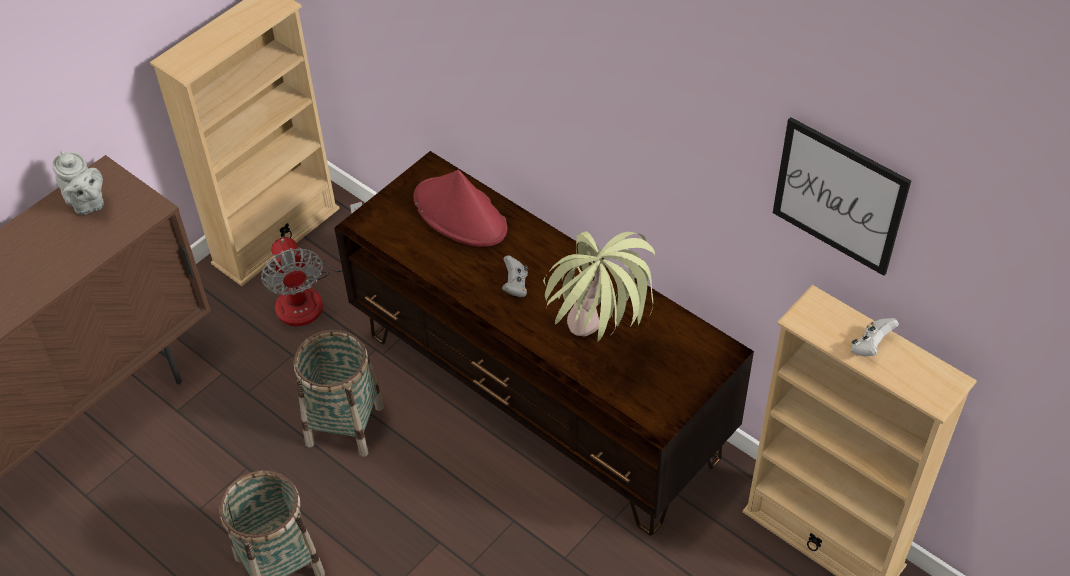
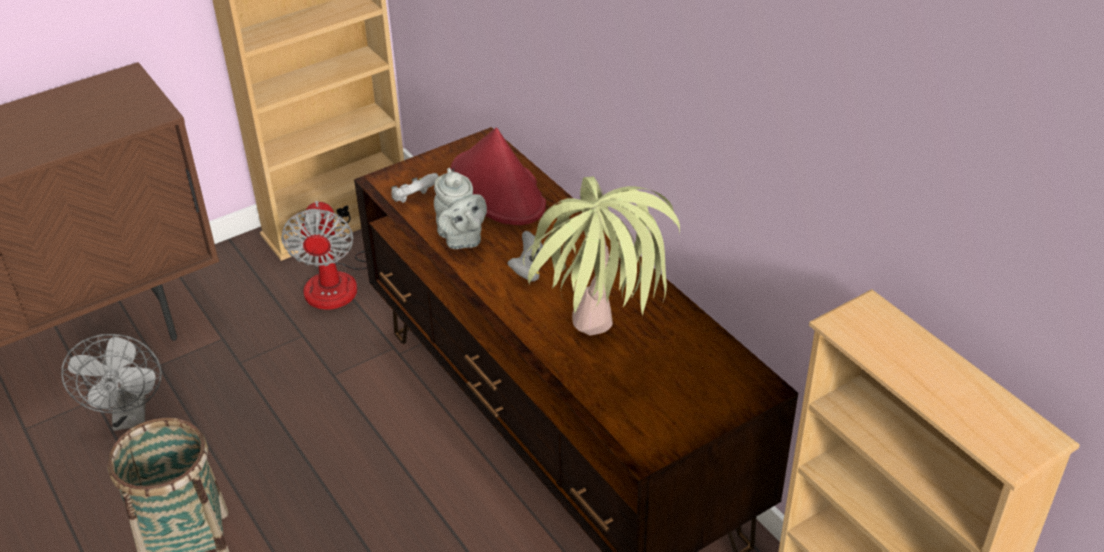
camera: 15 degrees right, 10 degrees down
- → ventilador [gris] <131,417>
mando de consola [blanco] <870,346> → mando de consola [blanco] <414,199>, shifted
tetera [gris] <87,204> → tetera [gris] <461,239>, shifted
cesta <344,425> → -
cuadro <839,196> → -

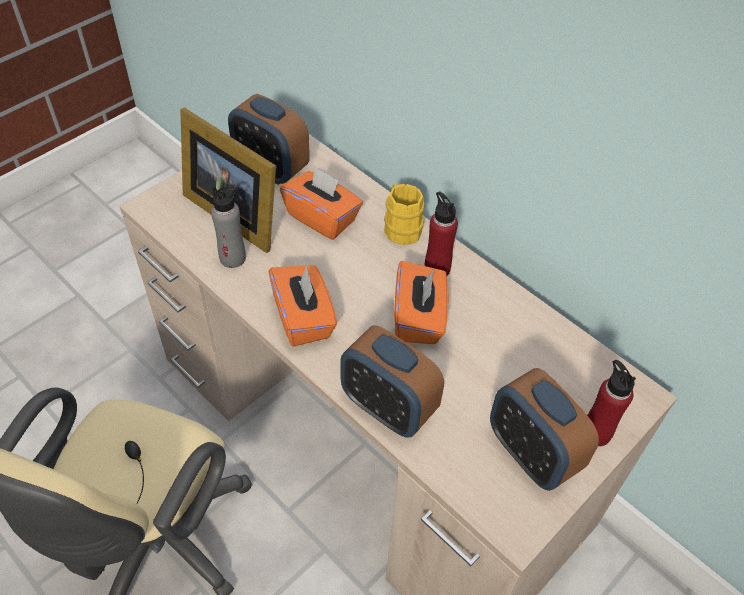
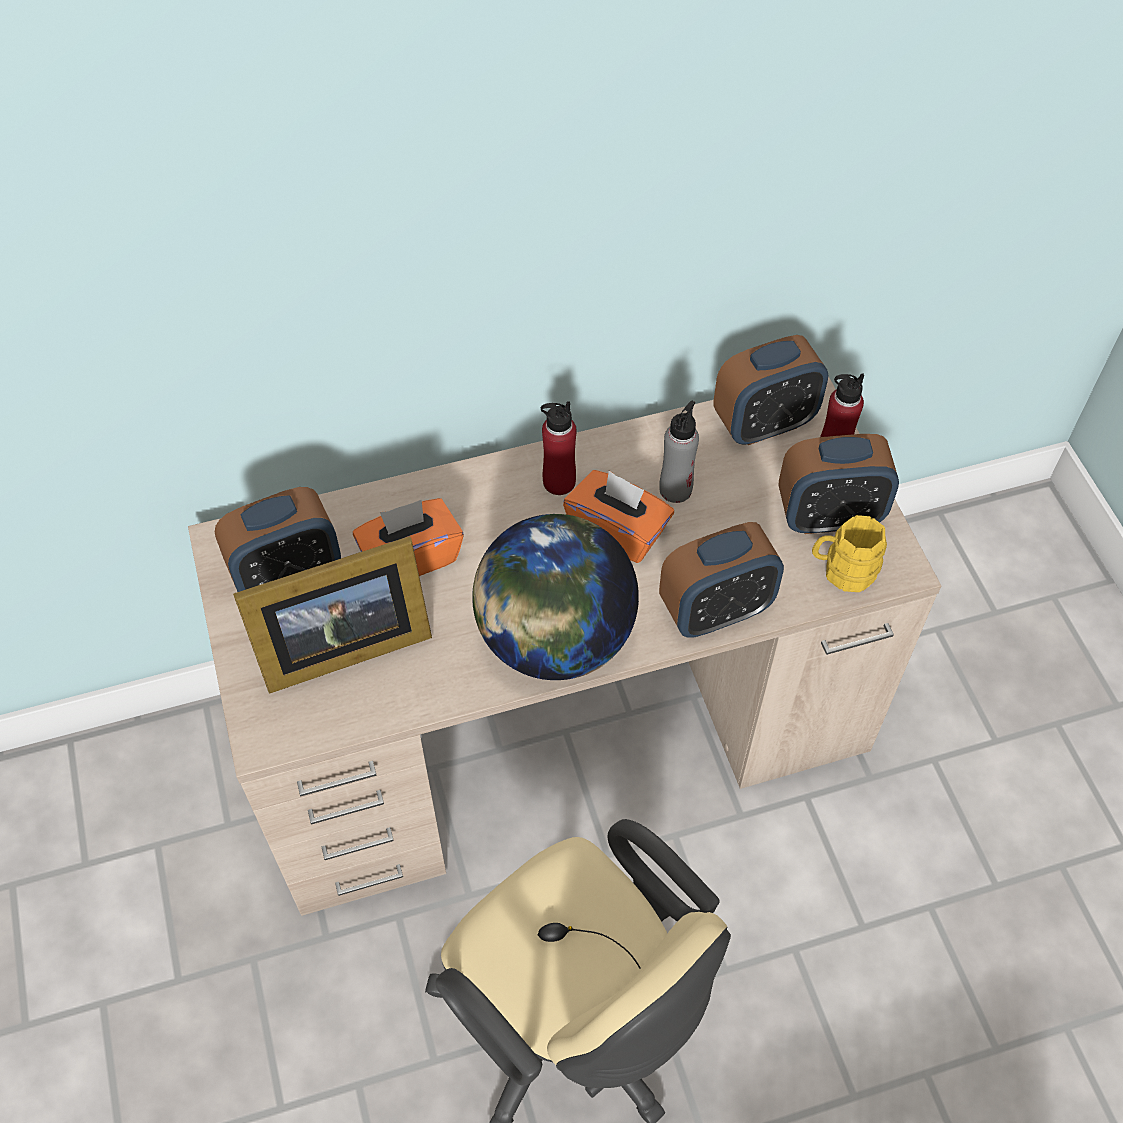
camera: 60 degrees left, 5 degrees up
caja de pañuelos [naranja] <304,318> → globo terráqueo <554,639>
botella [gris] <233,258> → botella [gris] <675,489>, shifted
- → despertador <764,424>
taza grande [amarillo] <400,227> → taza grande [amarillo] <842,570>, shifted

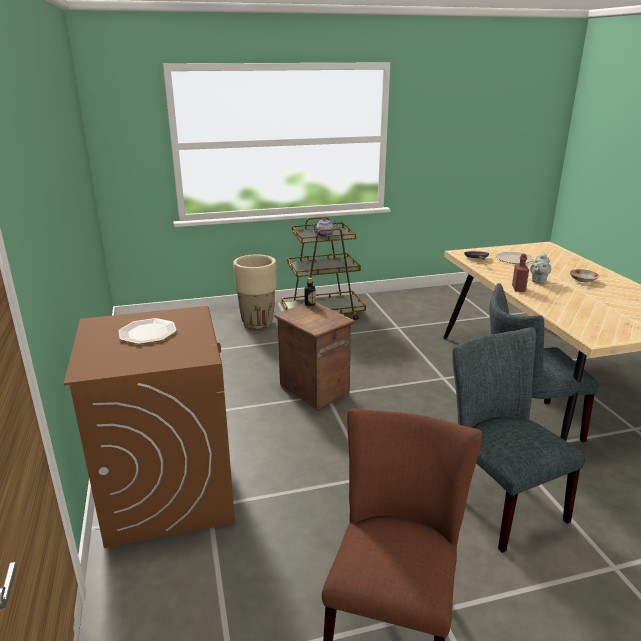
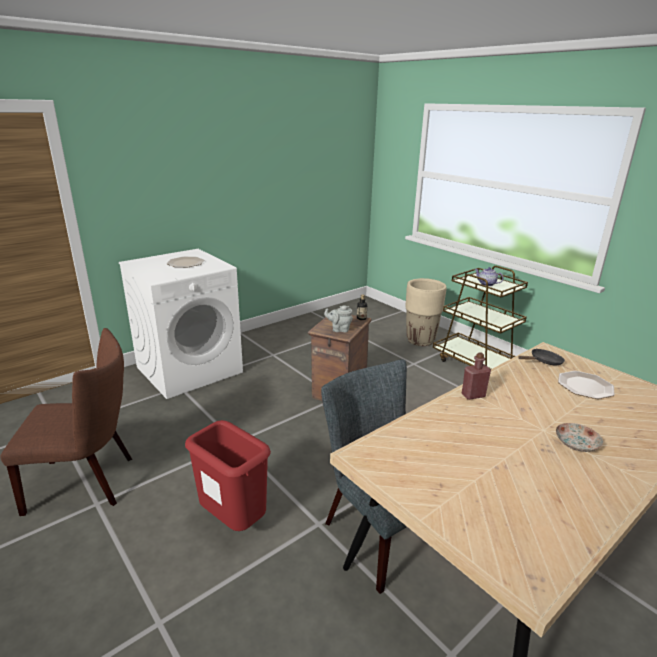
camera: 65 degrees right, 0 degrees up
lavadora [marrón] <168,490> → lavadora [blanco] <190,369>
silla [gris] <496,500> → papelera [rojo] <234,522>
tetera [gris] <538,281> → tetera [gris] <339,329>, shifted

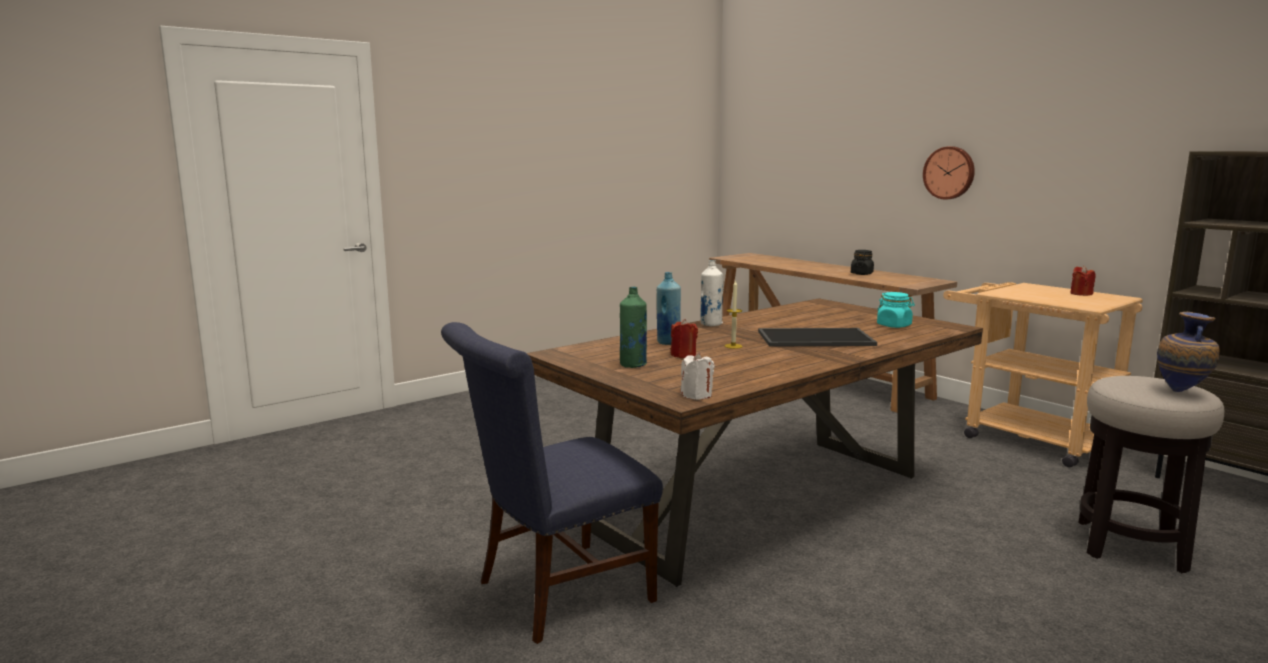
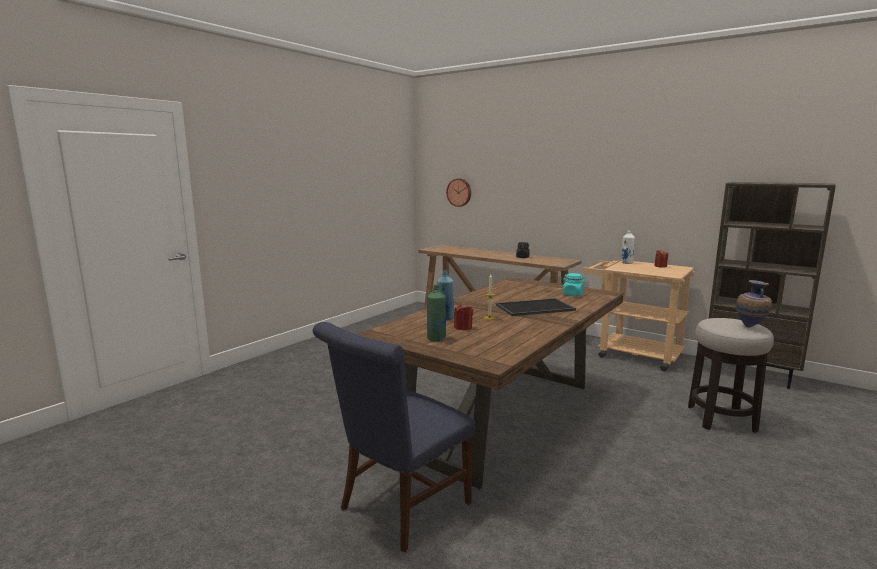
camera: 15 degrees left, 0 degrees up
reloj de pared <949,173> → reloj de pared <459,192>, shifted
botella [blanco] <711,324> → botella [blanco] <626,263>, shifted
vela [blanco] <696,395> → -

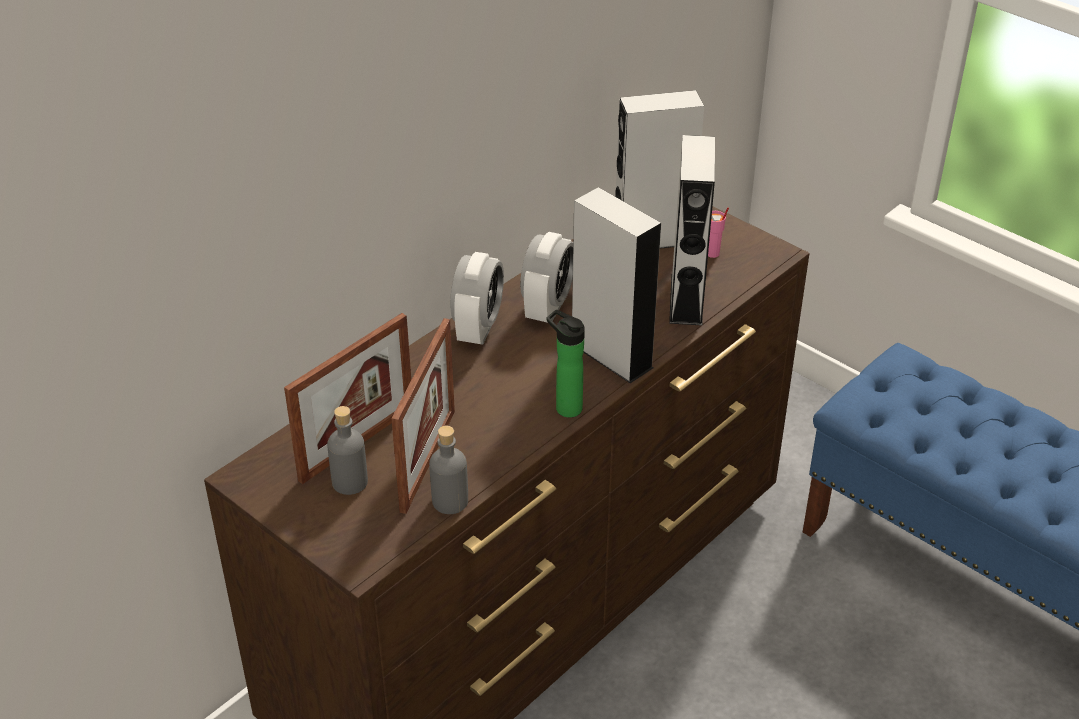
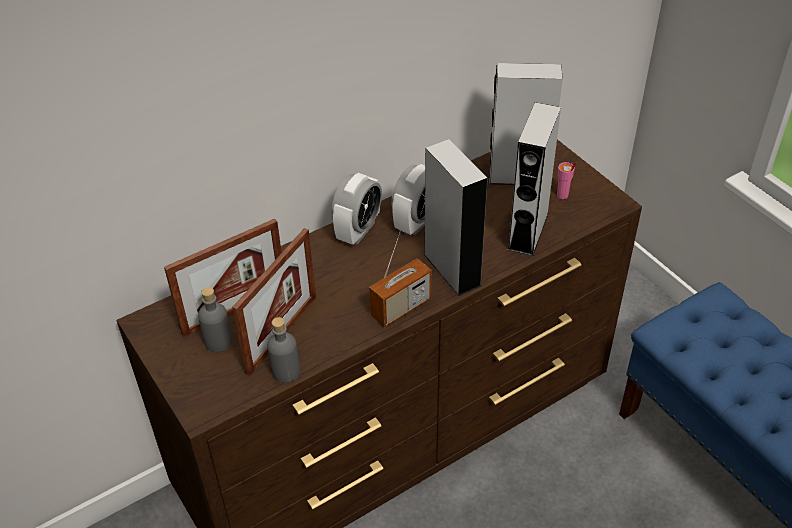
camera: 15 degrees right, 5 degrees up
botella <565,407> → radio <401,308>

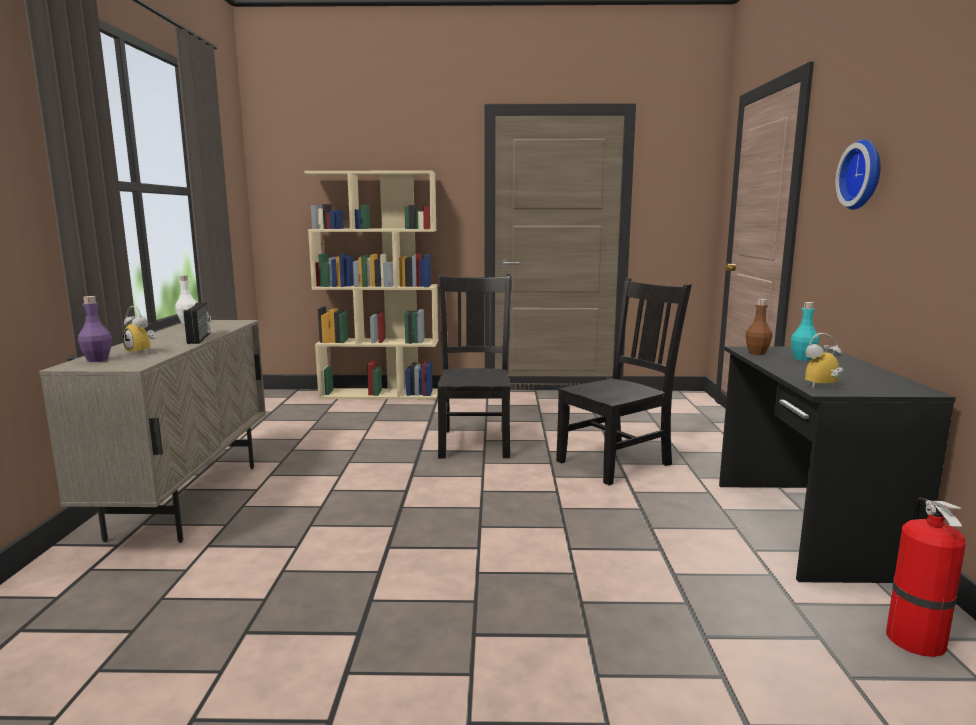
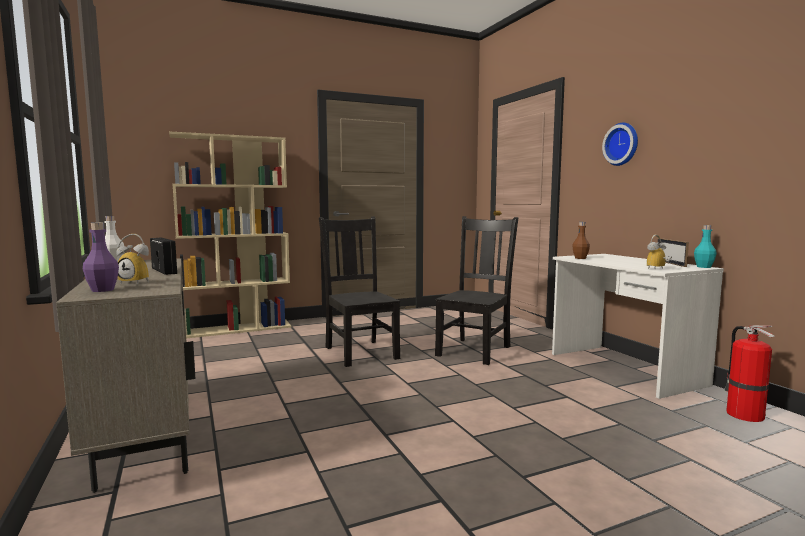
camera: 25 degrees left, 5 degrees down
escritorio [negro] <803,527> → escritorio [blanco] <623,369>
- → portarretratos <670,263>
botella [turquesa] <802,358> → botella [turquesa] <703,267>, shifted

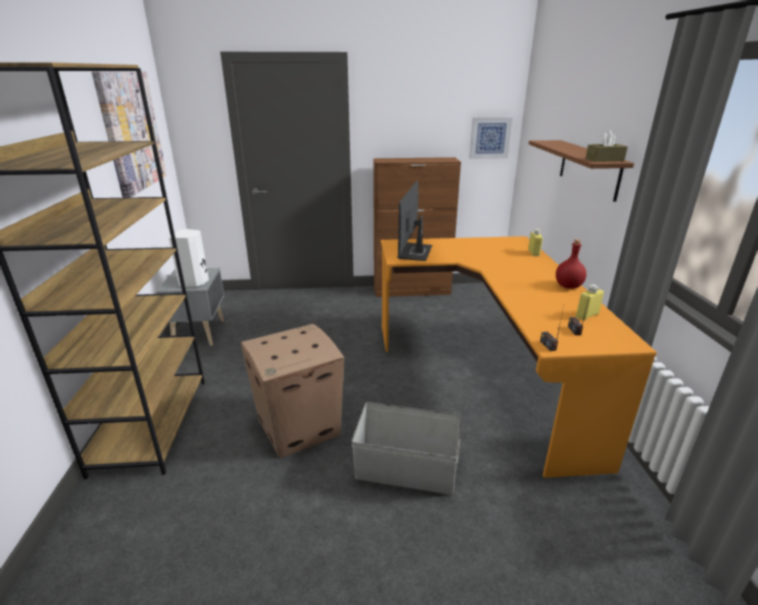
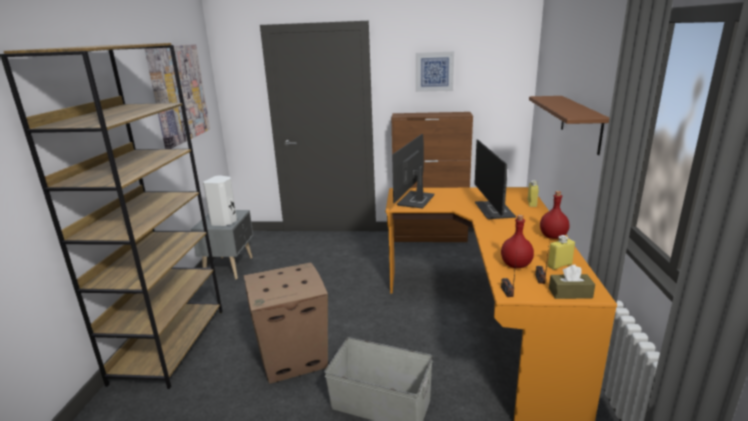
camera: 10 degrees right, 5 degrees down
cuadro <490,137> → cuadro <434,71>, shifted
- → monitor <495,211>
- → botella [rojo] <515,265>
caja de pañuelos [marrón] <604,160> → caja de pañuelos [marrón] <570,293>, shifted

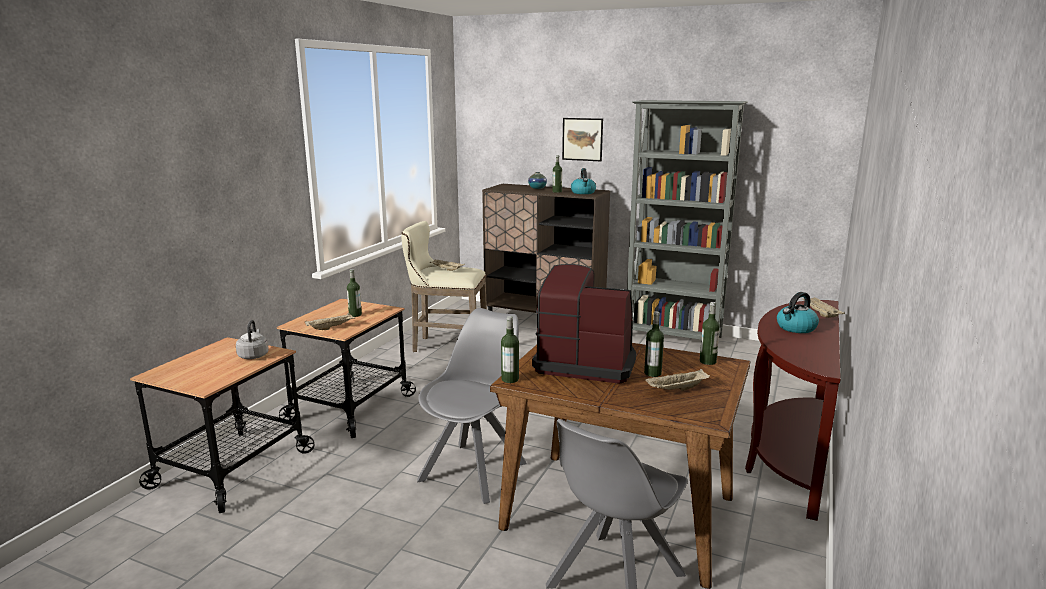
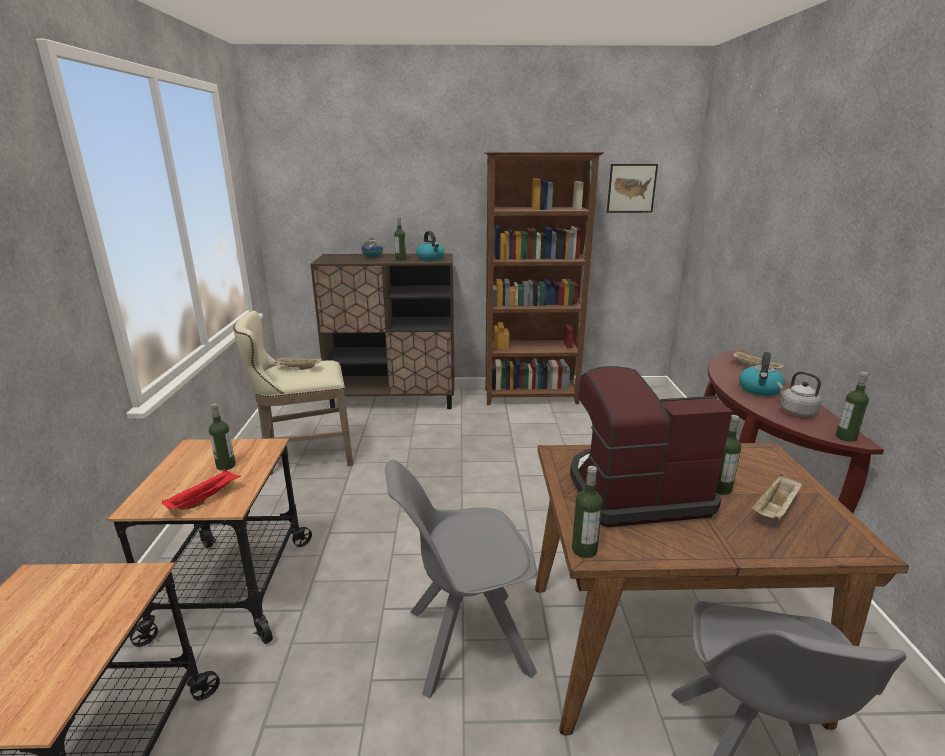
camera: 25 degrees left, 5 degrees up
bandeja [beis] <331,328> → bandeja [rojo] <205,499>
silla [gris] <475,470> → silla [gris] <465,641>, 105 degrees counterclockwise
estantería [gris] <673,337> → estantería [marrón] <531,397>
cuadro <582,139> → cuadro <631,188>, shifted
hervidor [gris] <254,355> → hervidor [gris] <795,411>, shifted
botella <707,361> → botella <845,437>, shifted

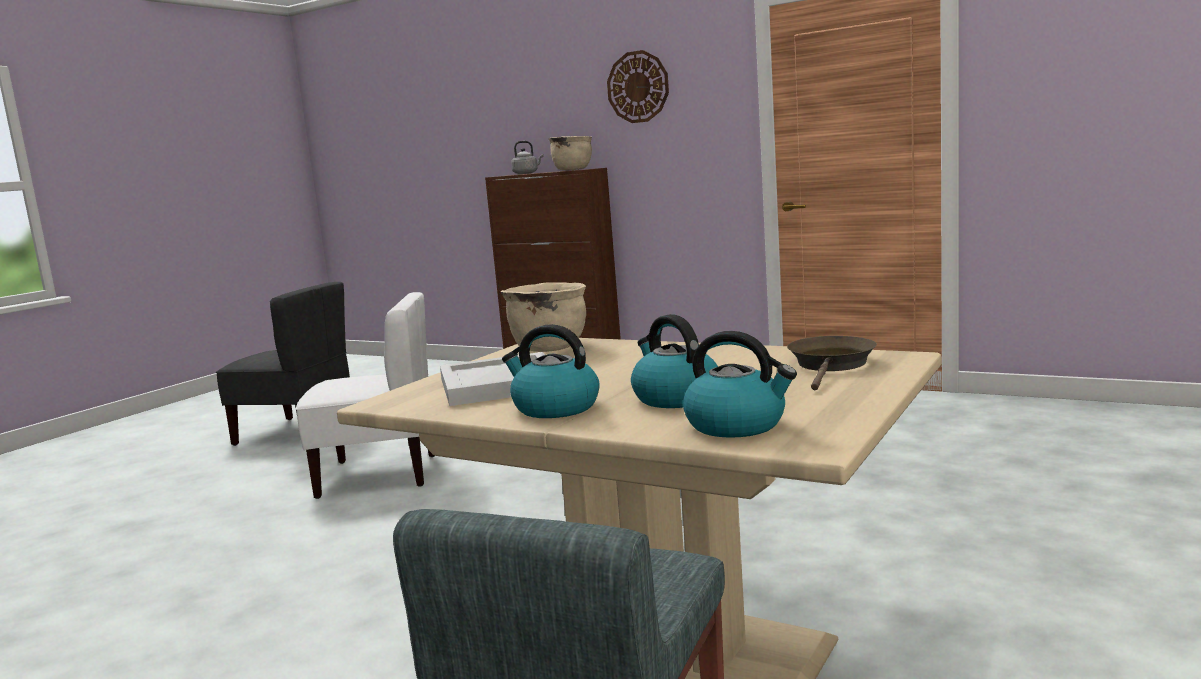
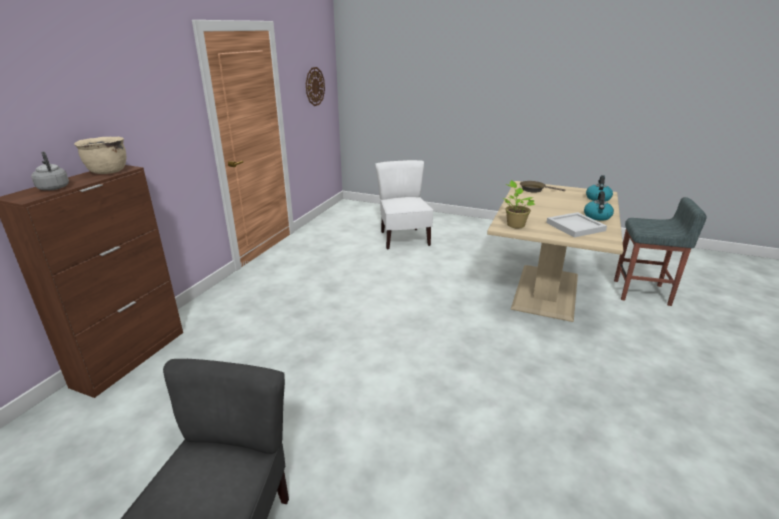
camera: 100 degrees left, 15 degrees up
reloj de pared <638,87> → reloj de pared <314,86>, shifted
silla [blanco] <379,475> → silla [blanco] <403,239>, shifted
olla [beis] <549,348> → planta en maceta <515,224>
hervidor <675,398> → -

